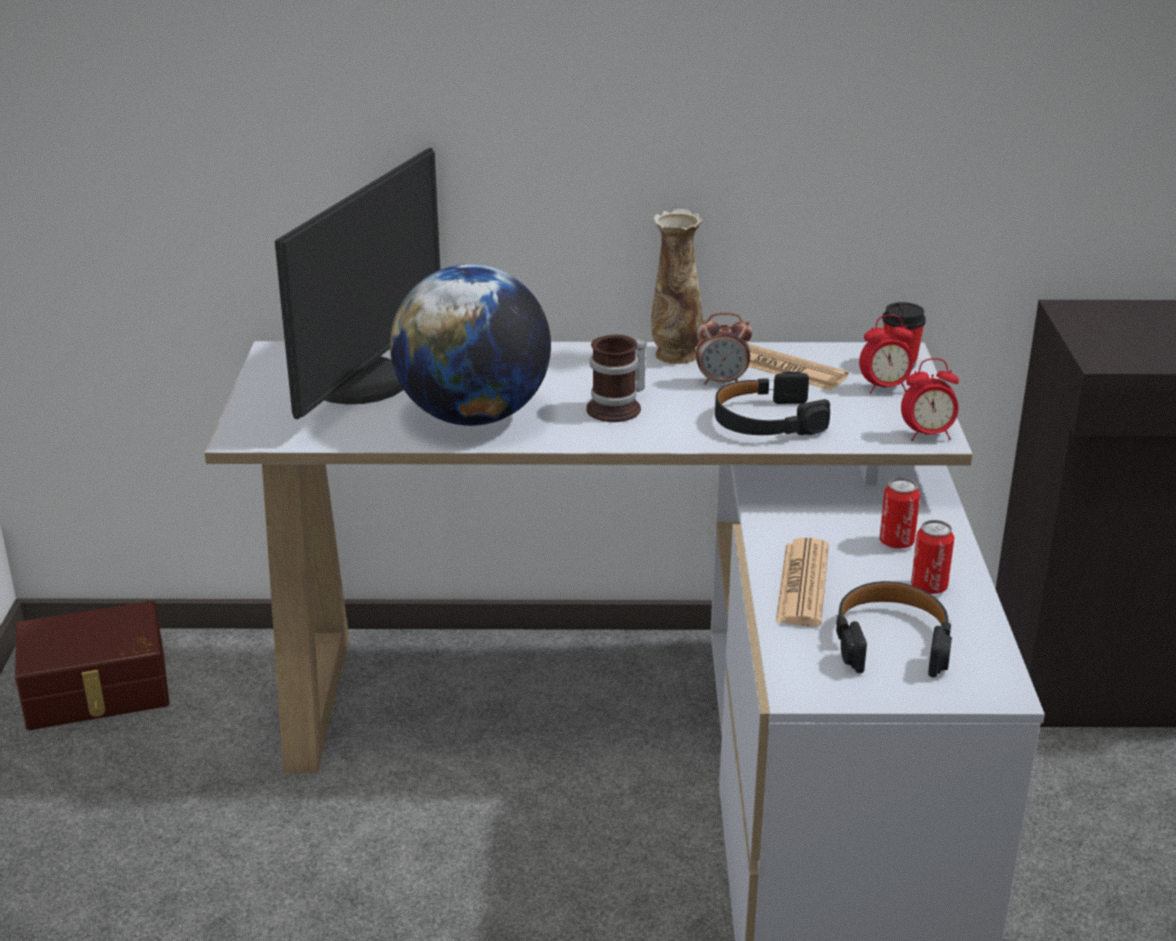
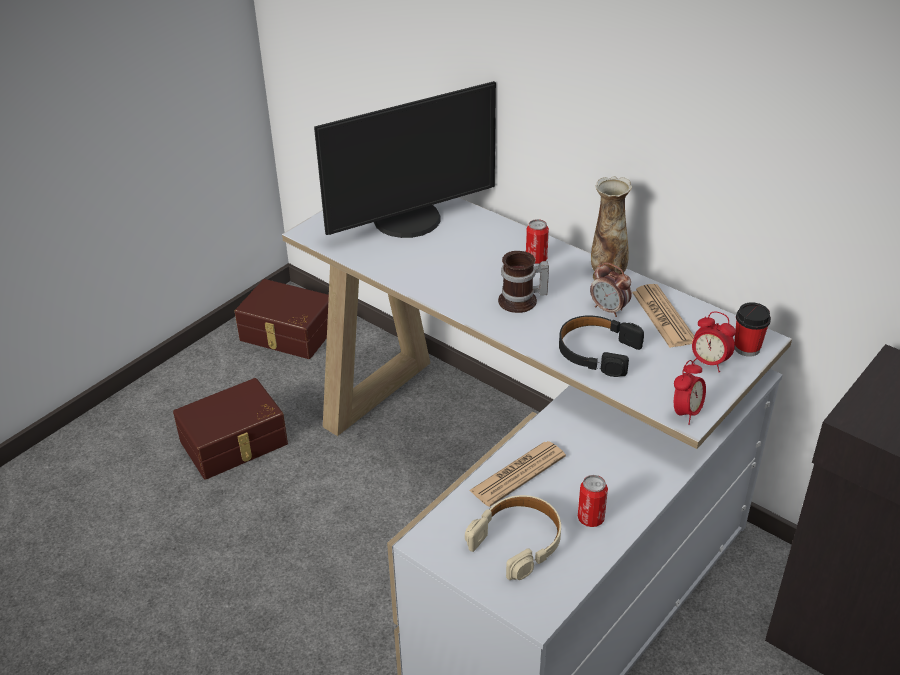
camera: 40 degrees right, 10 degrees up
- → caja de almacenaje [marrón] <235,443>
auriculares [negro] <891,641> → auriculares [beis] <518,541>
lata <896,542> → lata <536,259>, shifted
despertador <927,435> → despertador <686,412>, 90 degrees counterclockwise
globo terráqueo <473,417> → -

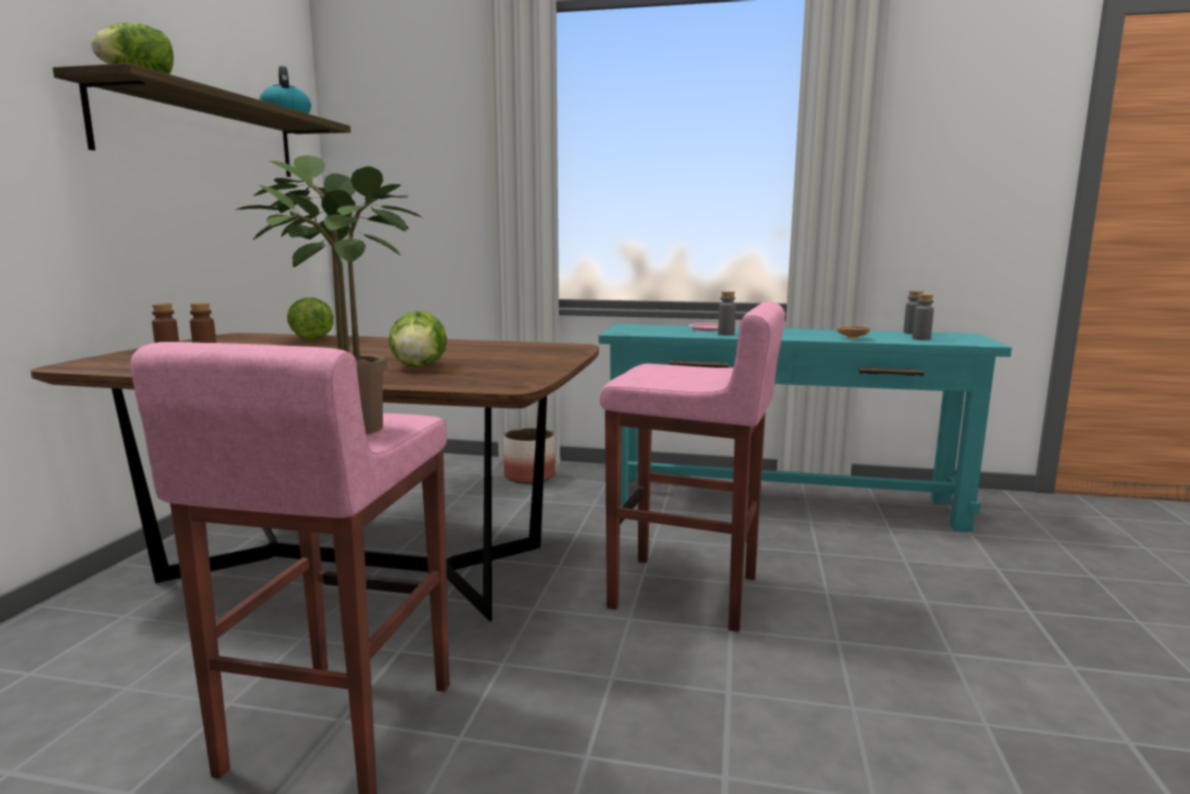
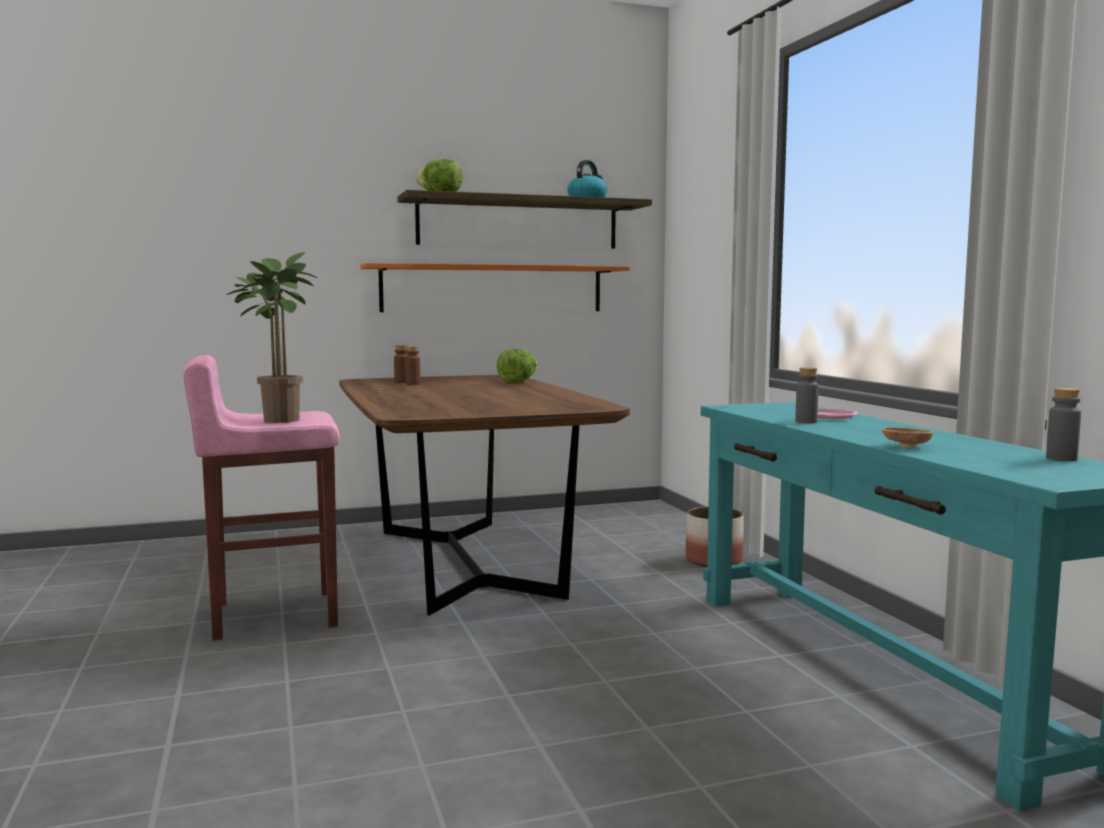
camera: 60 degrees right, 5 degrees down
- → estante [naranja] <493,289>
lechuga <419,367> → -
taburete [rosa] <686,593> → -
botella [gris] <921,339> → -

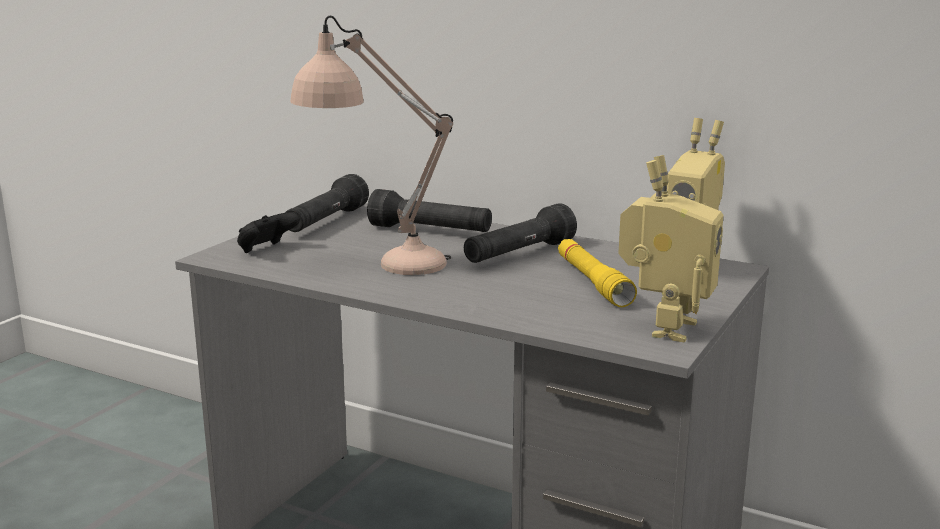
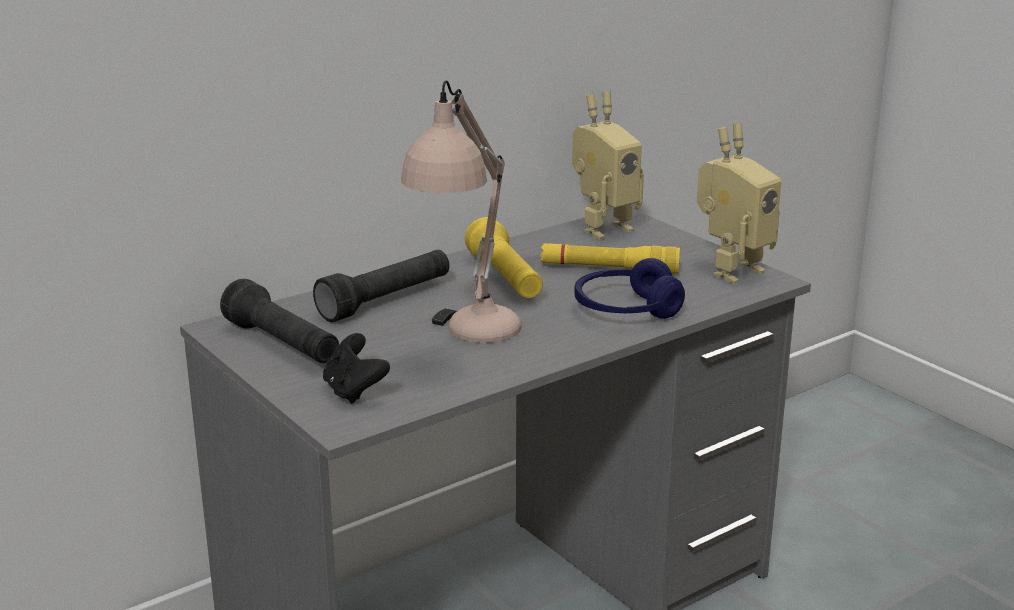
camera: 65 degrees left, 5 degrees up
linterna [negro] <519,254> → linterna [amarillo] <506,279>
- → auriculares [azul] <626,310>
robot de juguete <663,328> → robot de juguete <731,271>, 90 degrees clockwise

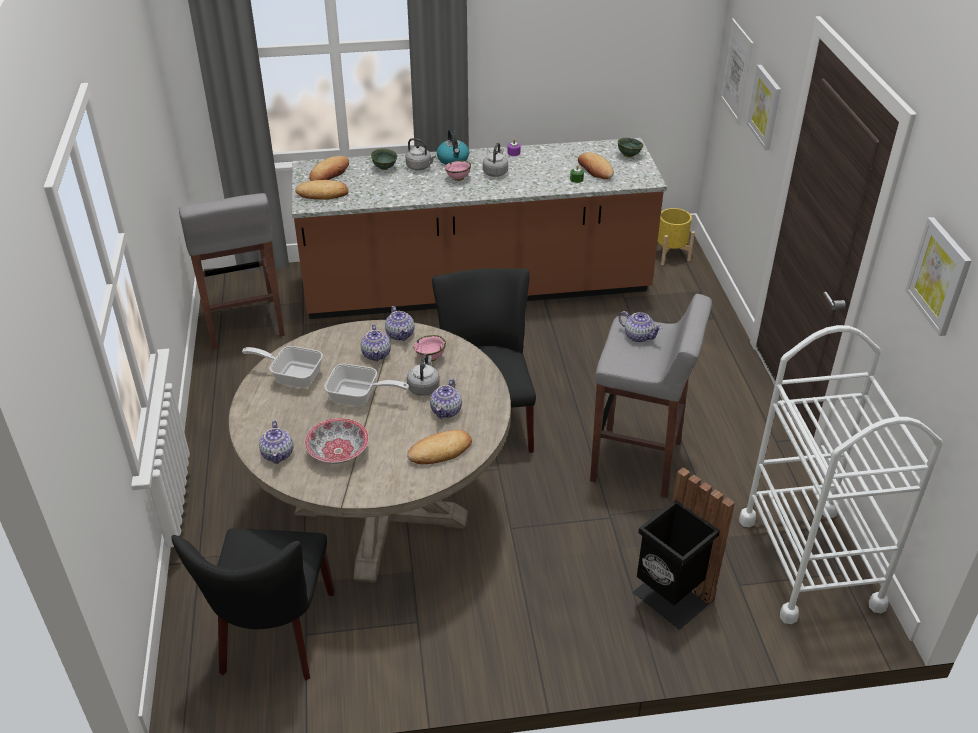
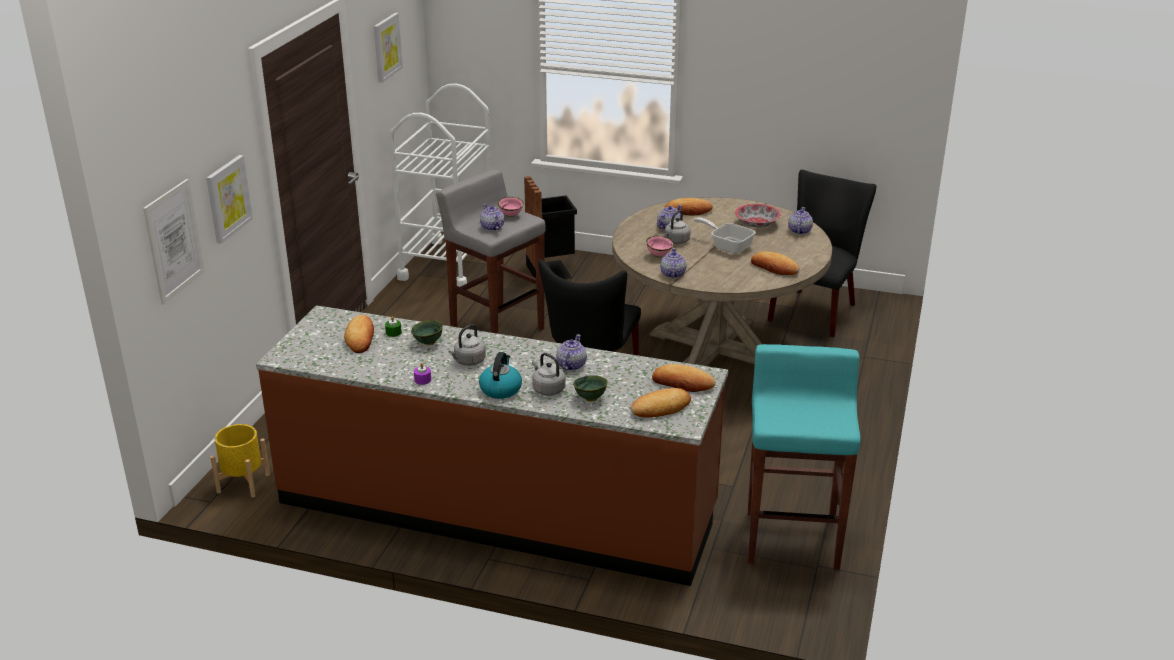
camera: 155 degrees left, 10 degrees down
cuenco [verde] <628,155> → cuenco [verde] <428,343>, shifted
cuenco [rosa] <458,179> → cuenco [rosa] <511,215>, shifted
tetera <376,354> → tetera <571,365>, shifted
taburete [gris] <243,325> → taburete [turquesa] <792,539>
sartén <292,375> → pan <774,268>

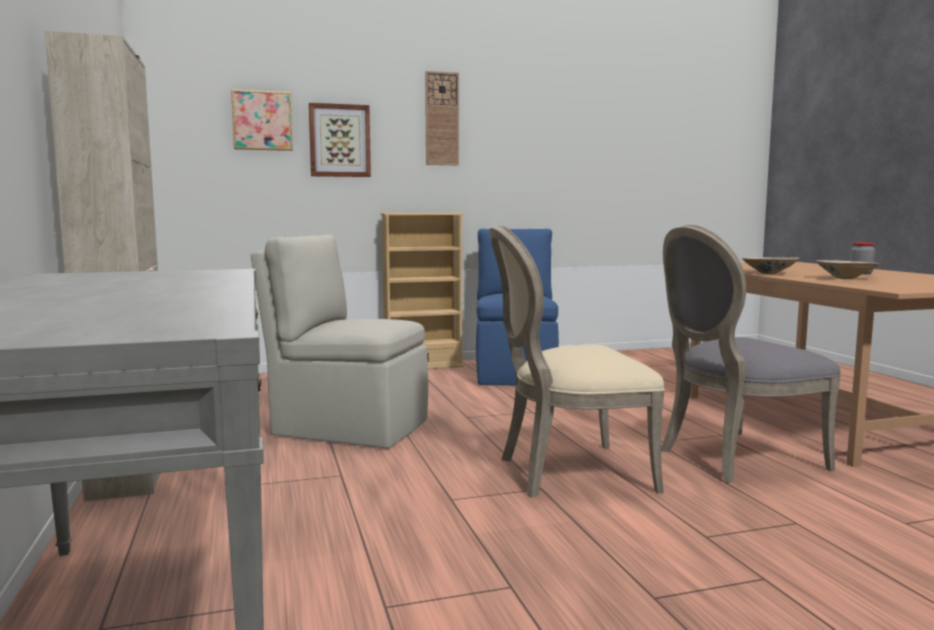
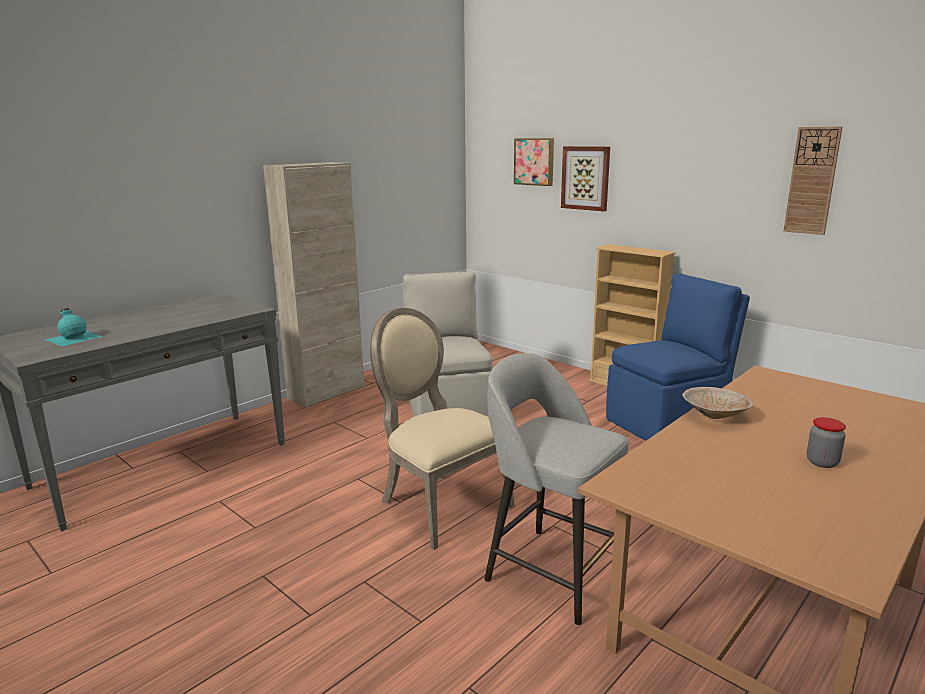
camera: 60 degrees right, 10 degrees up
- → botella [turquesa] <74,337>
silla [gris] <733,458> → taburete [gris] <552,571>
reloj de pared <442,119> → reloj de pared <812,181>, shifted
cuenco [beis] <846,278> → -

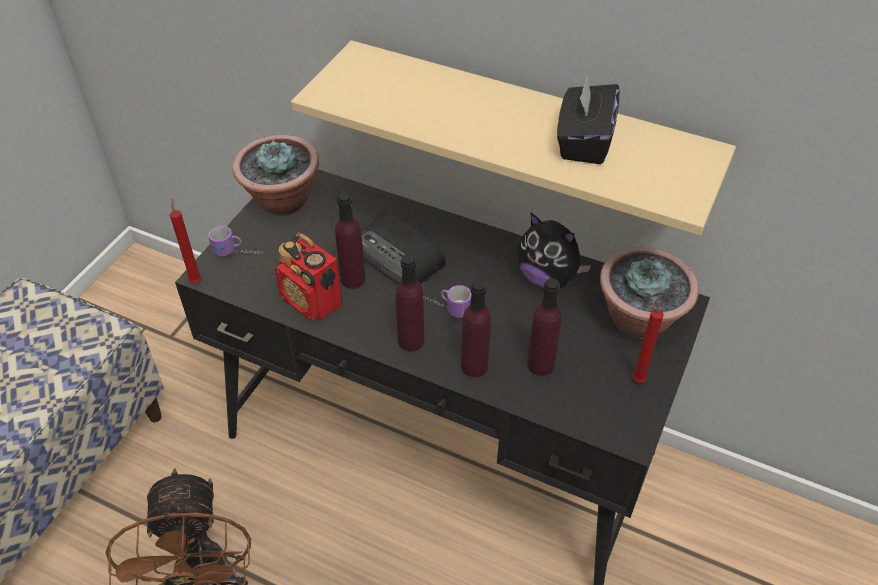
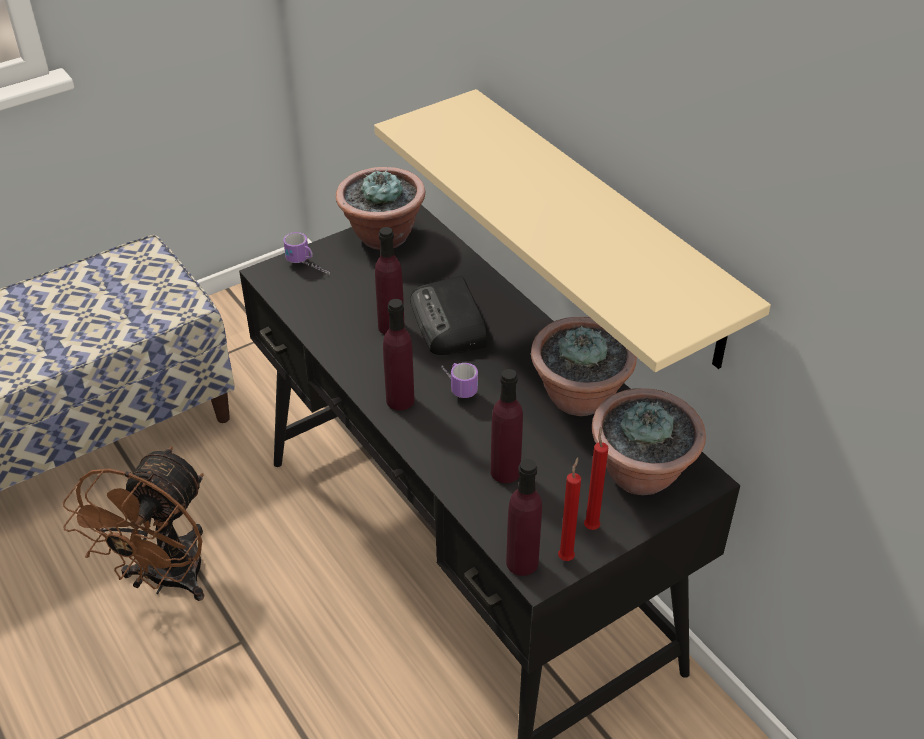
camera: 30 degrees right, 5 degrees down
botella [morado] <474,366> → botella [morado] <522,562>, shifted
peluche <548,278> → planta en maceta <579,398>
vela [rojo] <196,280> → vela [rojo] <566,556>, shifted
radio <312,302> → -
caja de pañuelos [negro] <584,142> → -

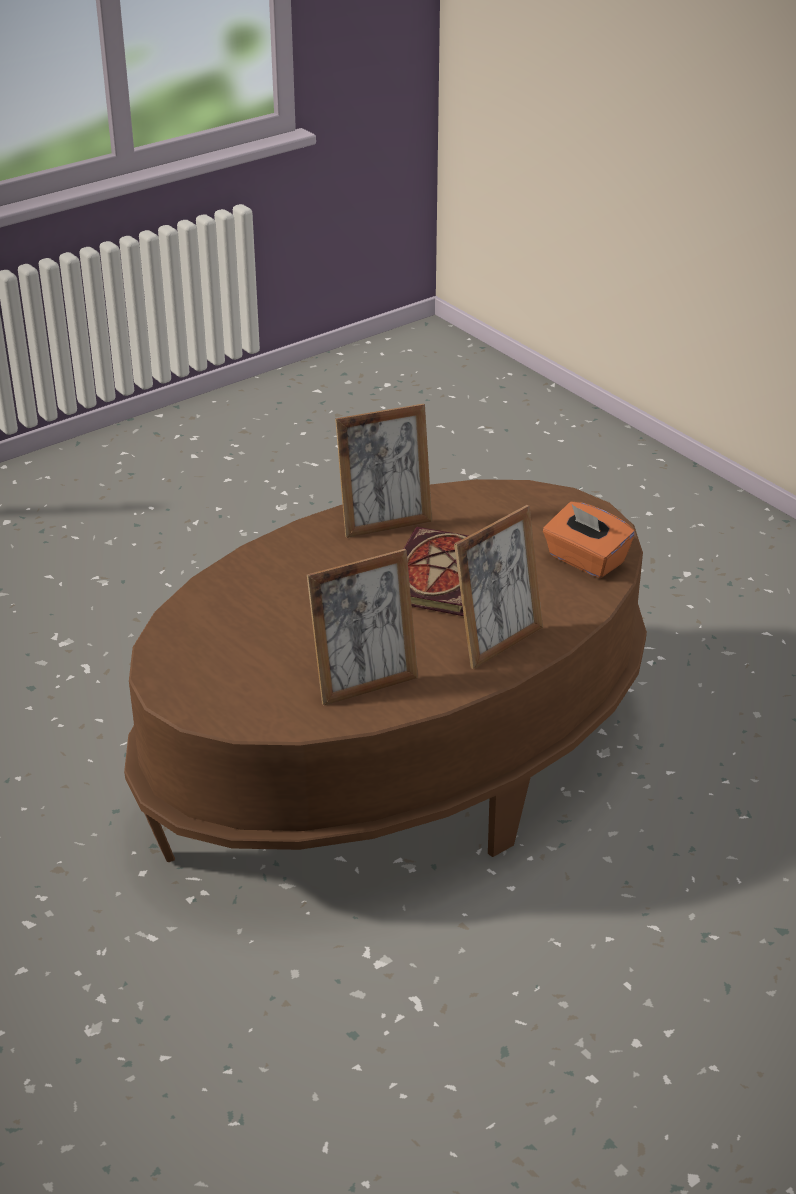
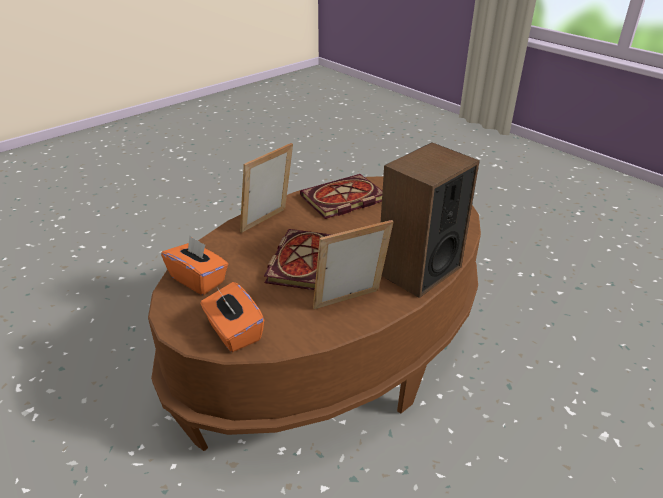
camera: 175 degrees right, 0 degrees up
- → caja de pañuelos [naranja] <233,332>
portarretratos <364,683> → libro <342,200>
- → altavoz <419,270>

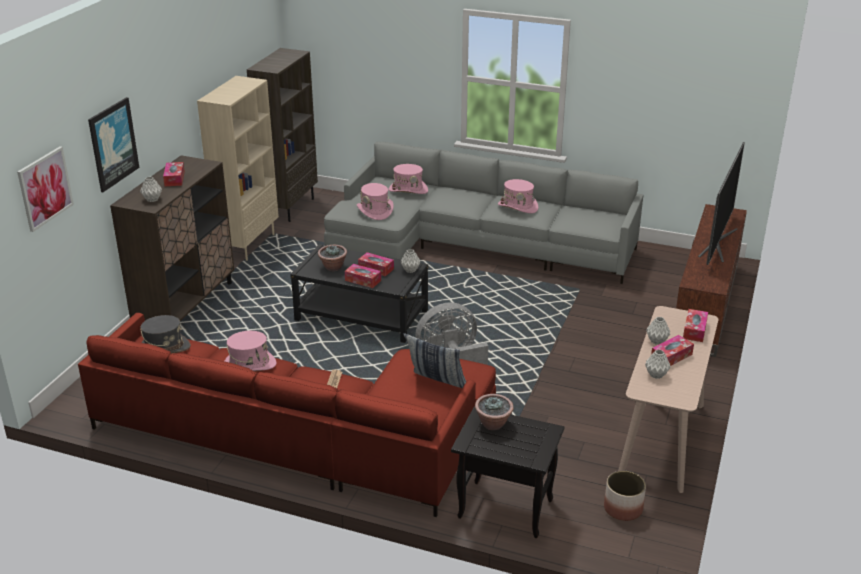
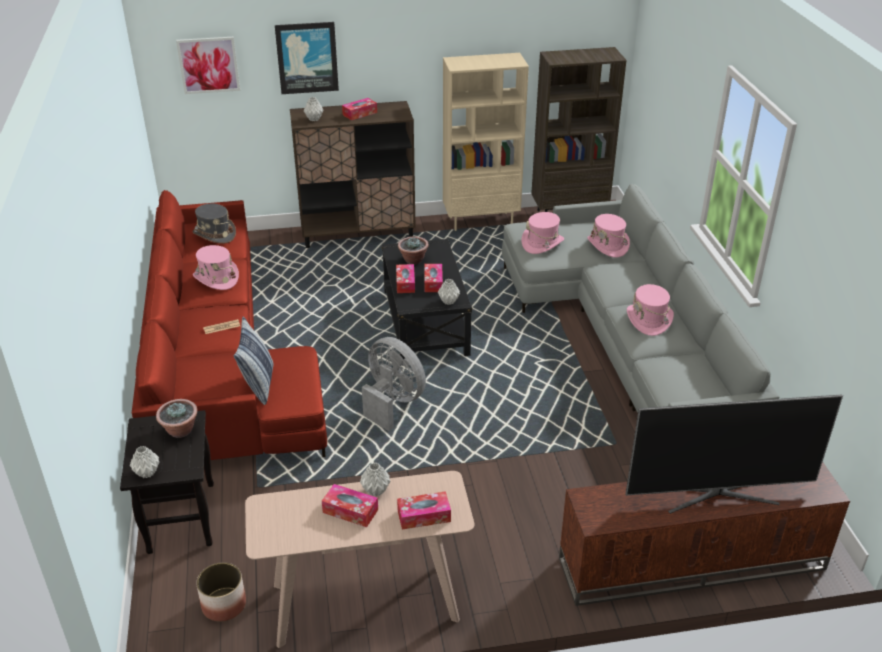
camera: 60 degrees right, 5 degrees up
florero [gris] <656,375> → florero [gris] <147,472>, shifted

